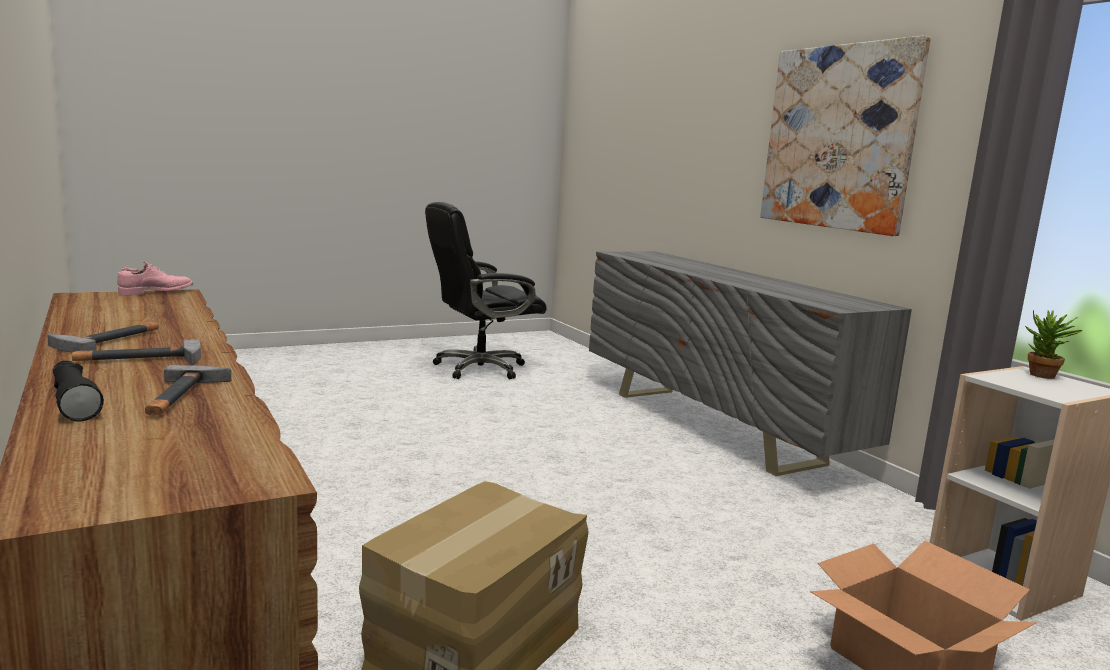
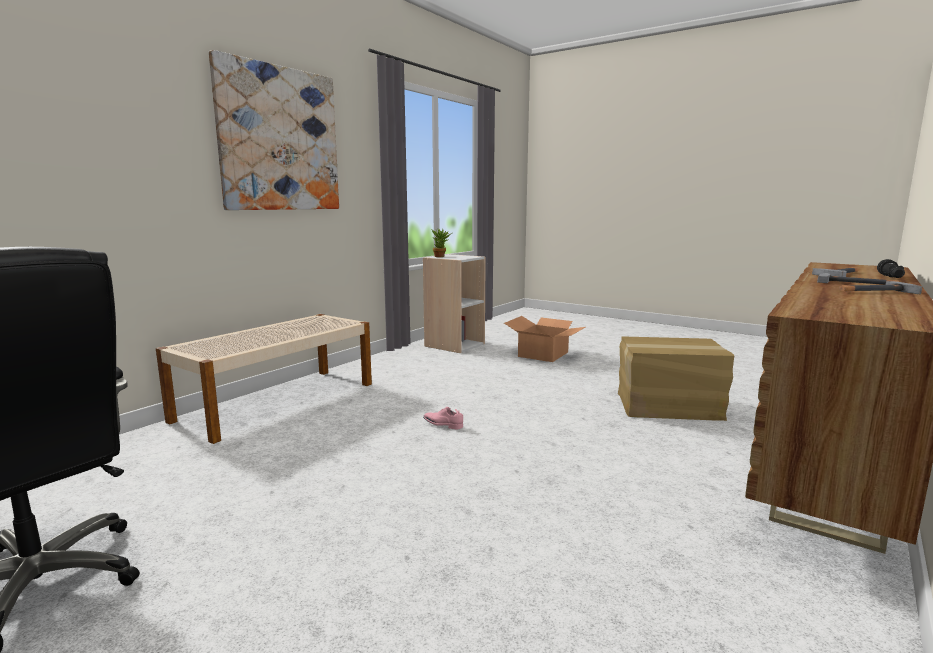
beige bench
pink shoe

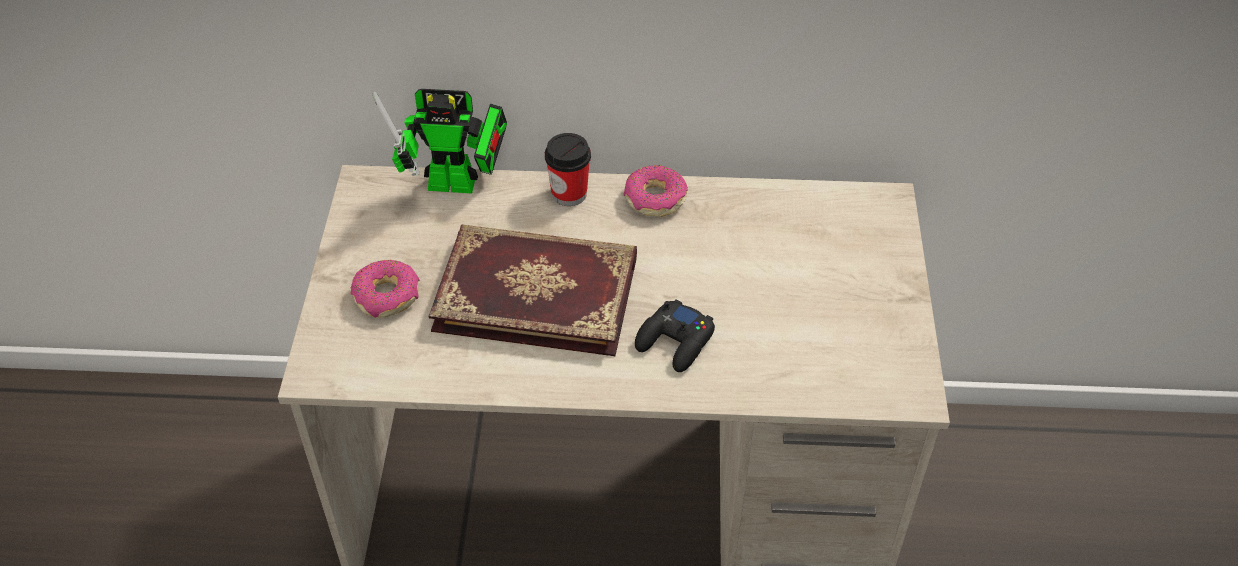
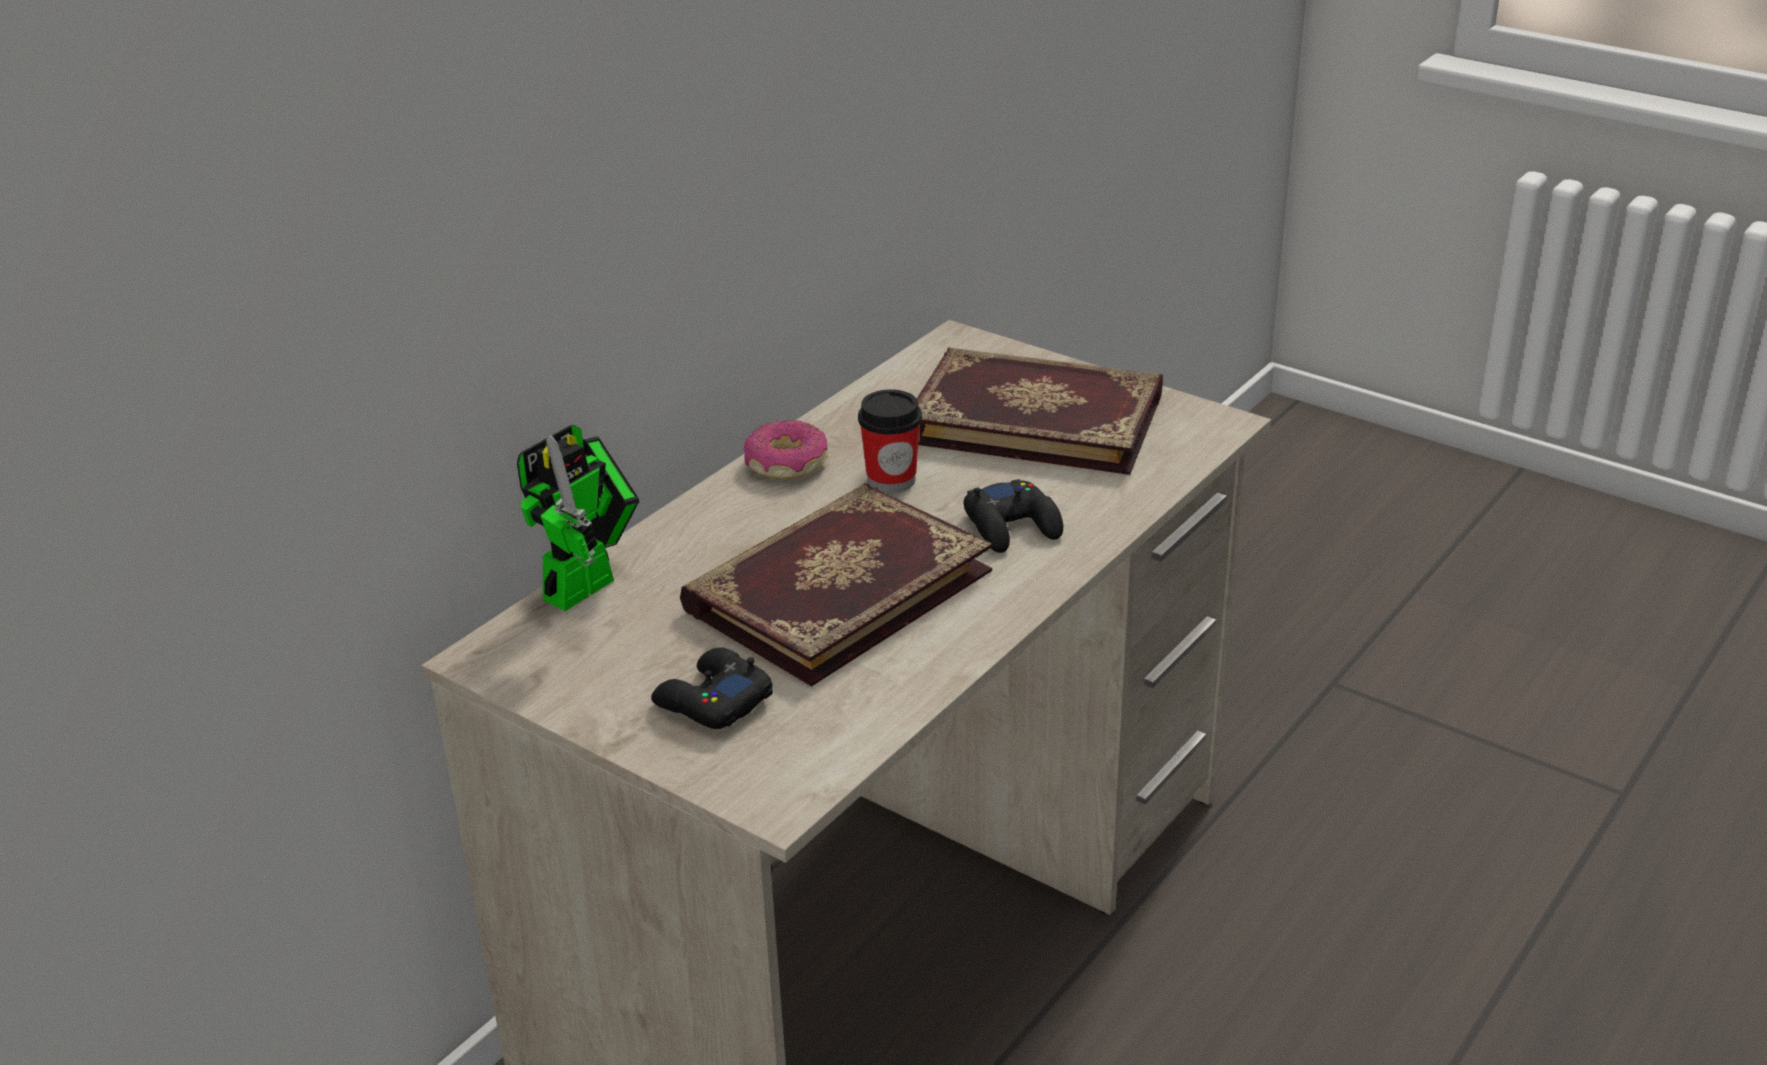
cup
black game controller (1st from left)
book (2nd from left)

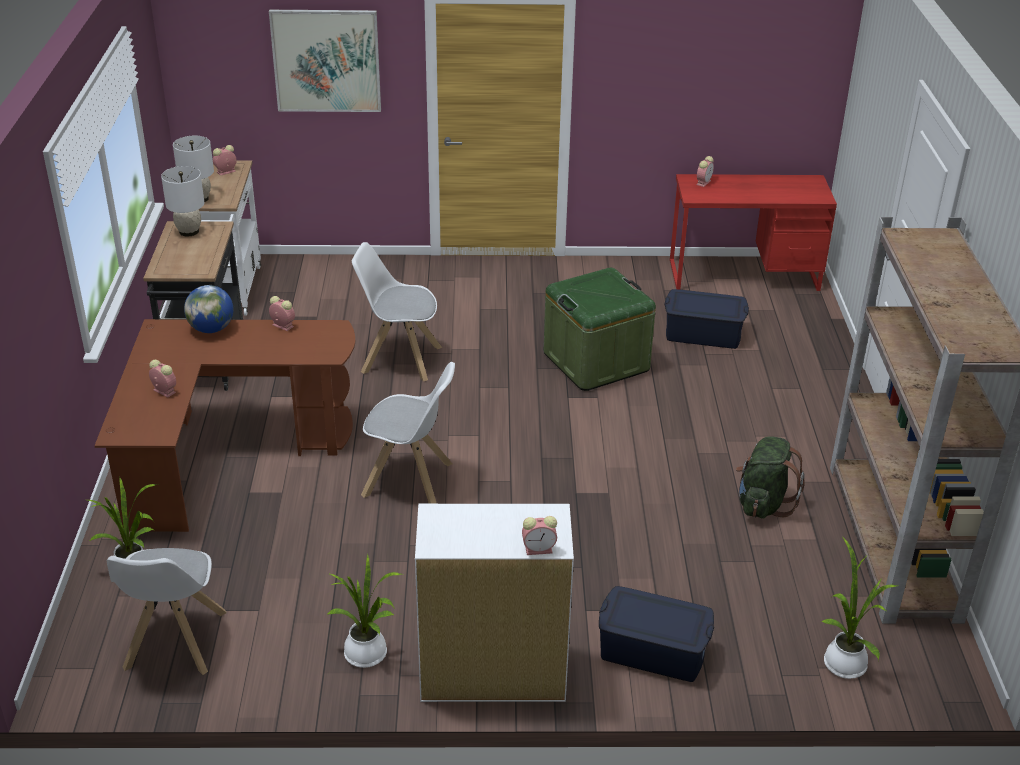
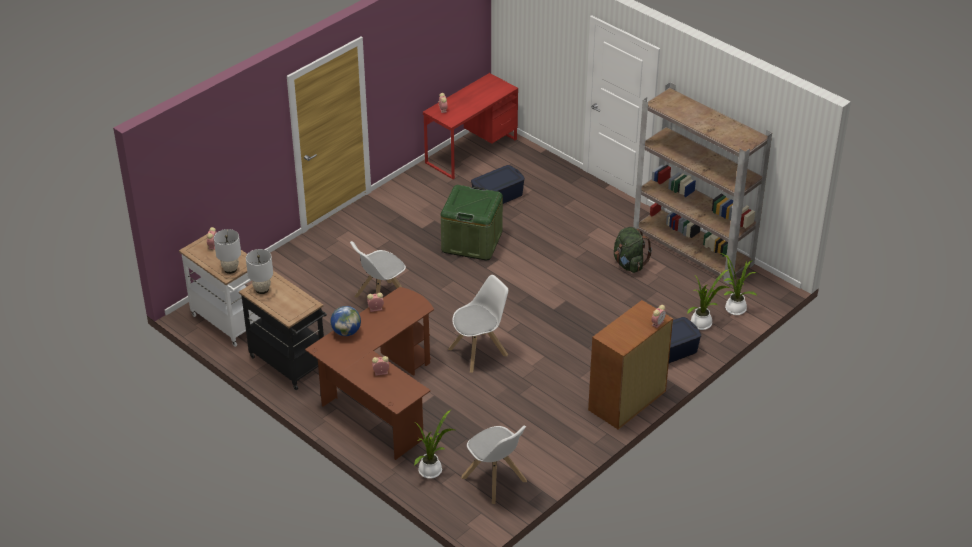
picture
brown cabinet
potted plant (2nd from left)

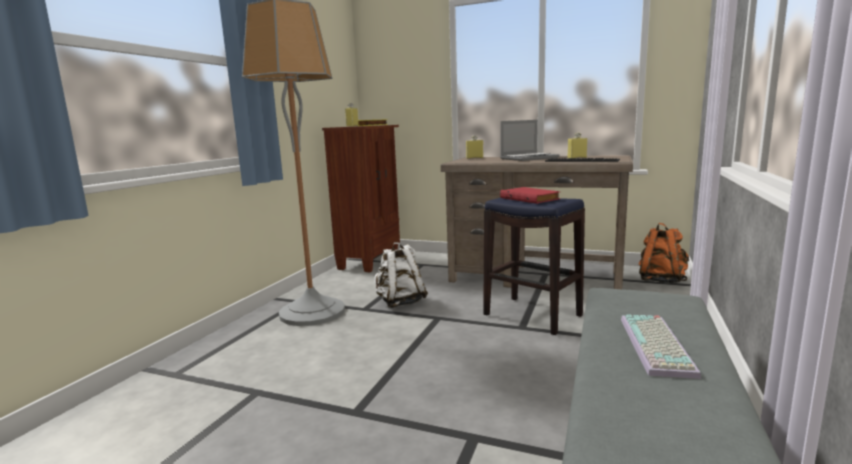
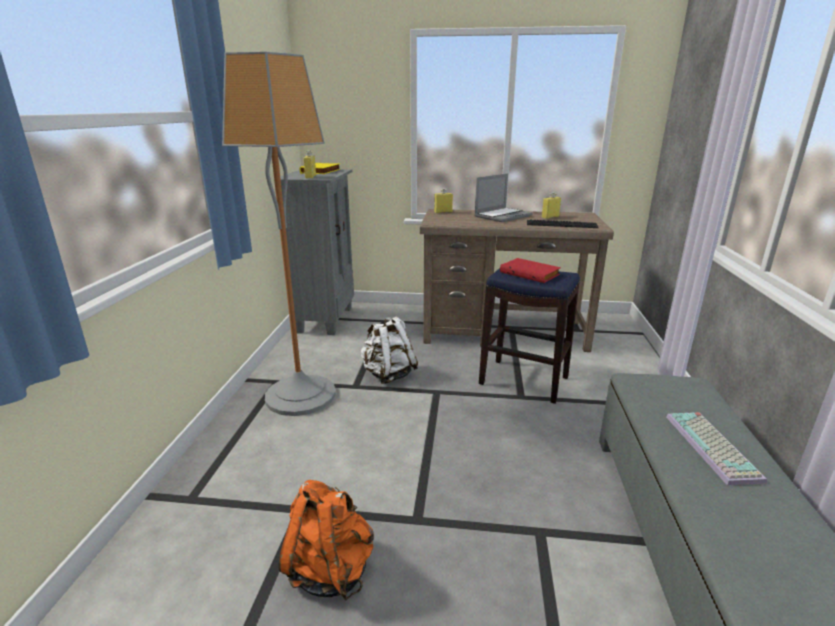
grey cabinet
orange backpack

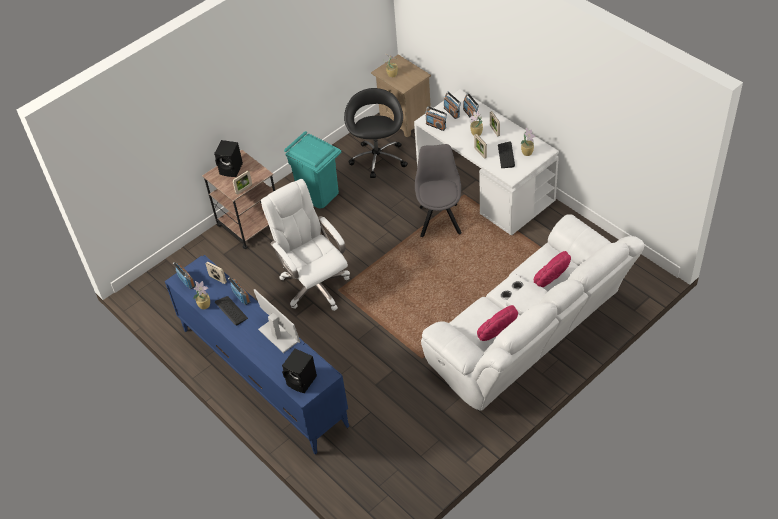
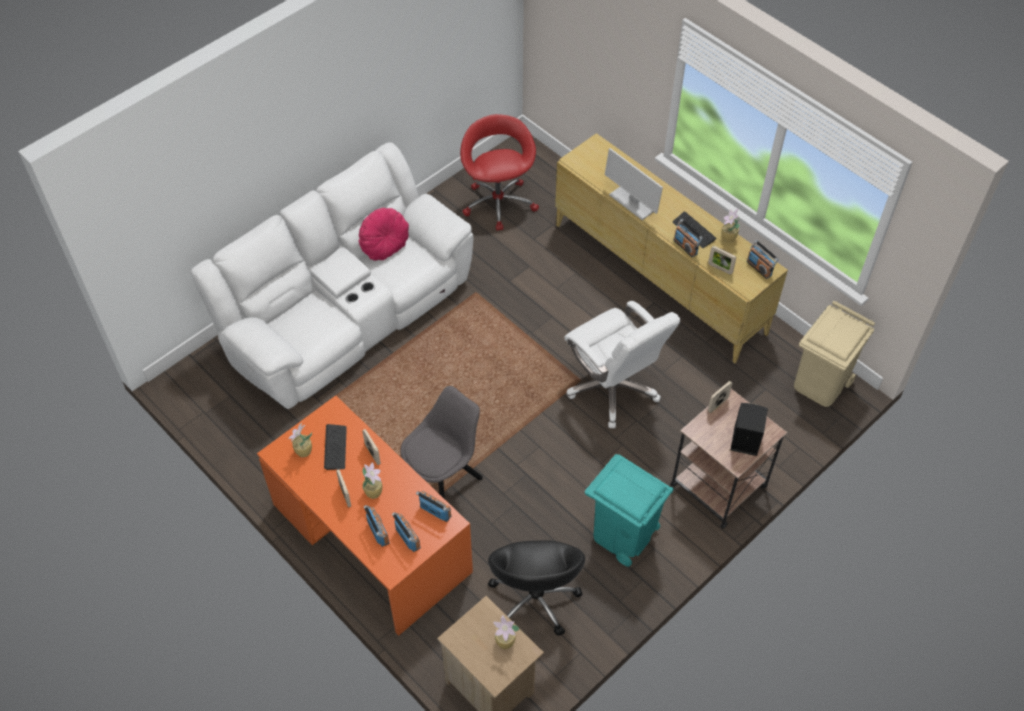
orange desk
grey chair
pink pillow (2nd from left in the first image)
beige cabinet
black speaker (2nd from left in the first image)
red office chair
beige trash can

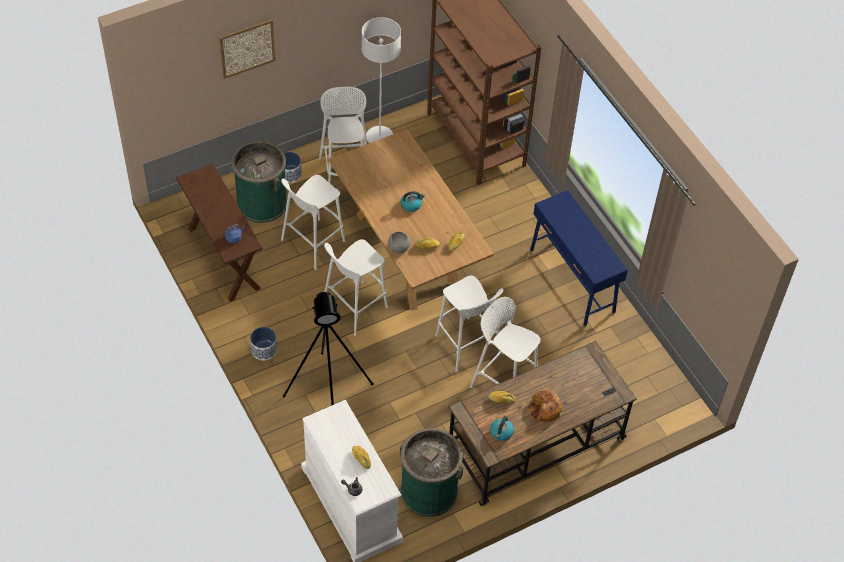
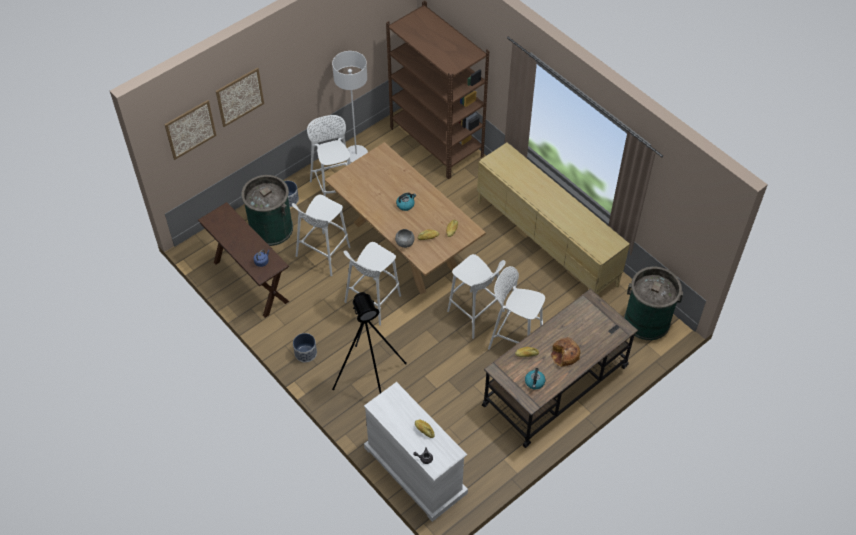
beige cabinet
green trash can (2nd from left)
picture (1st from left)

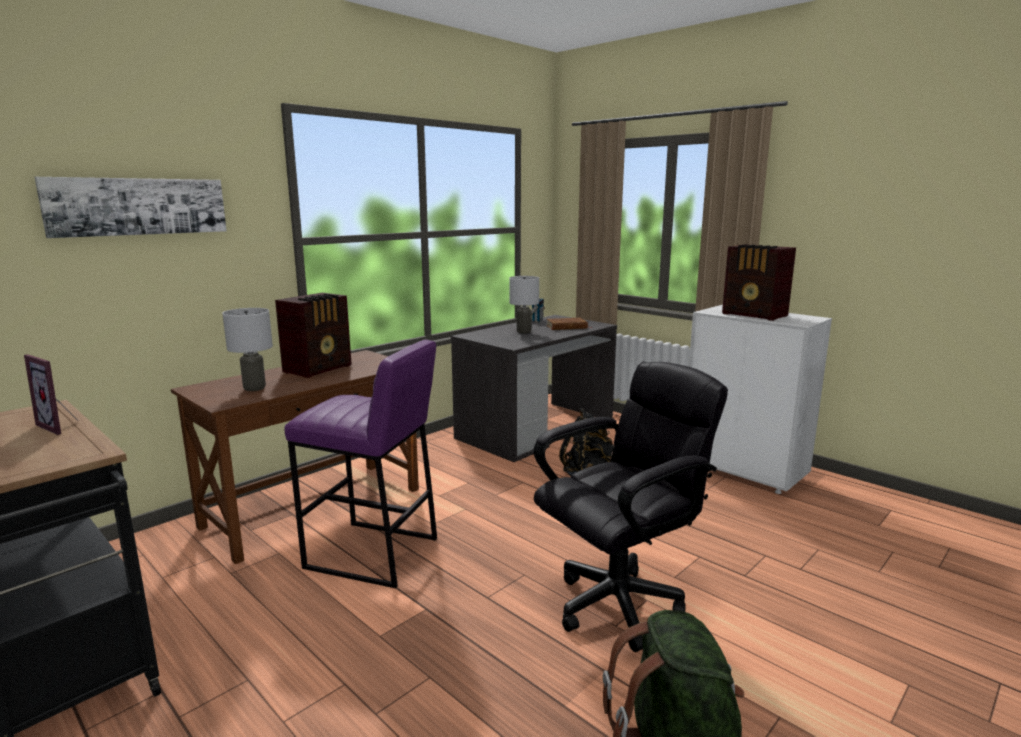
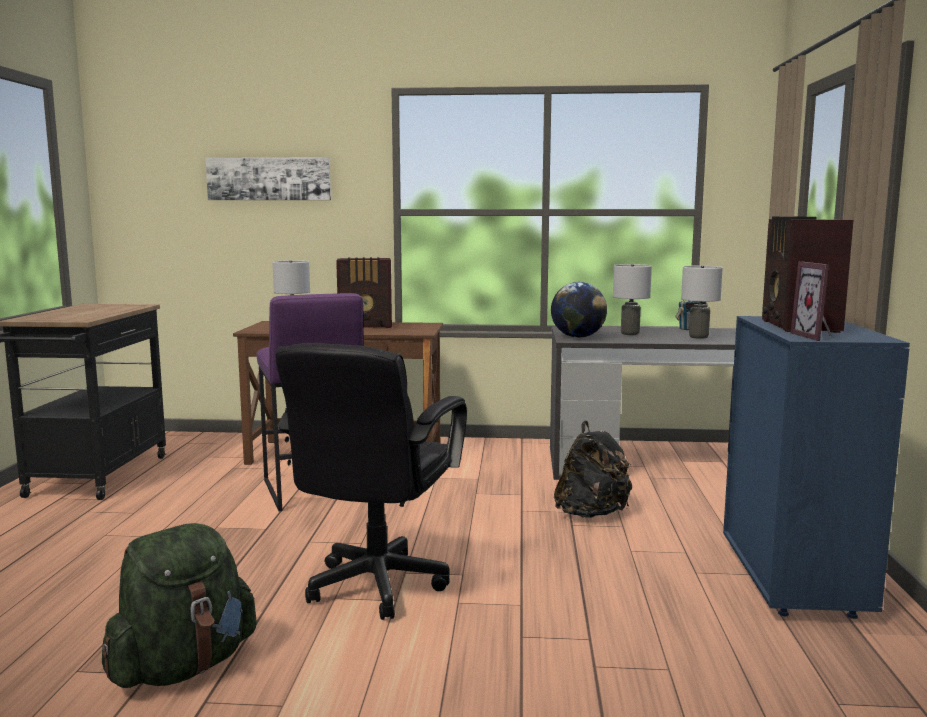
blue cabinet
white table lamp (3rd from left)
picture frame
black office chair
globe

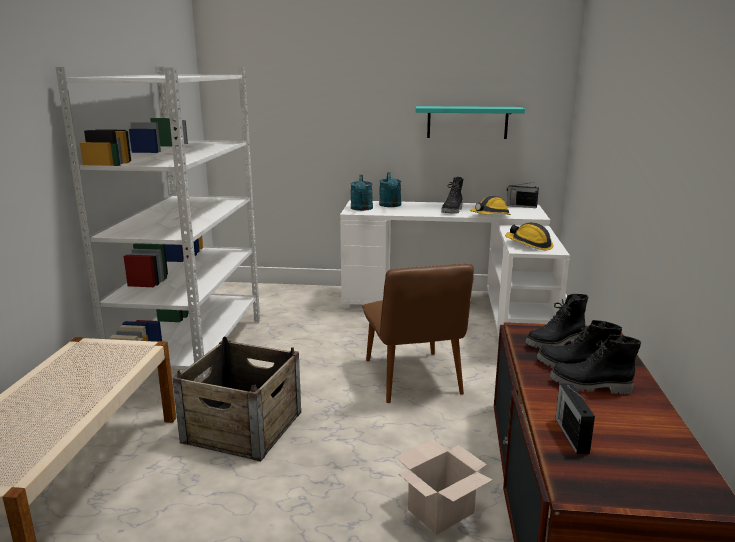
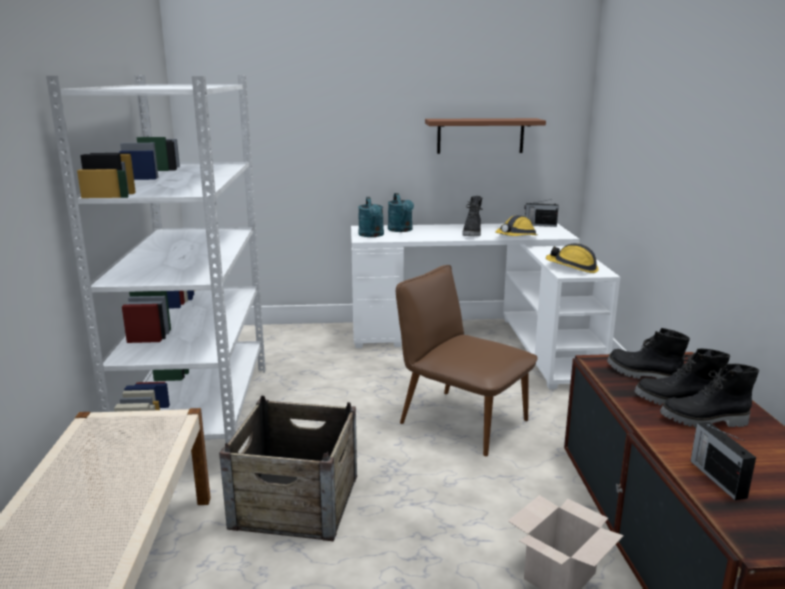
brown shelf
brown chair
black boot (2nd from left)

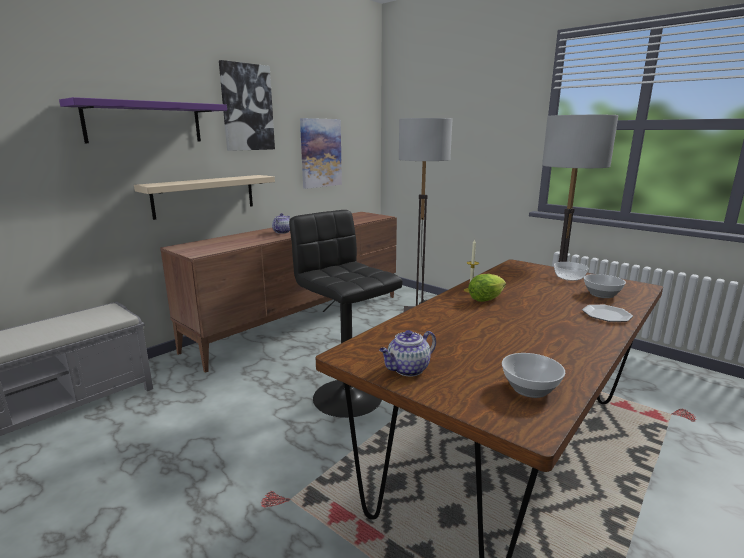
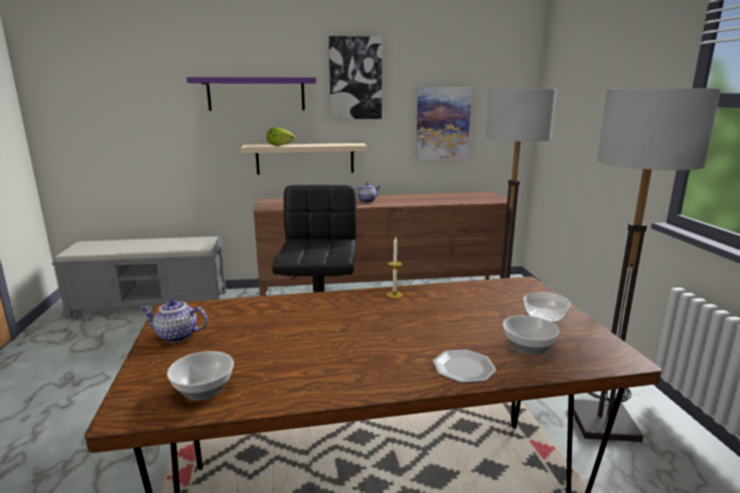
lettuce

